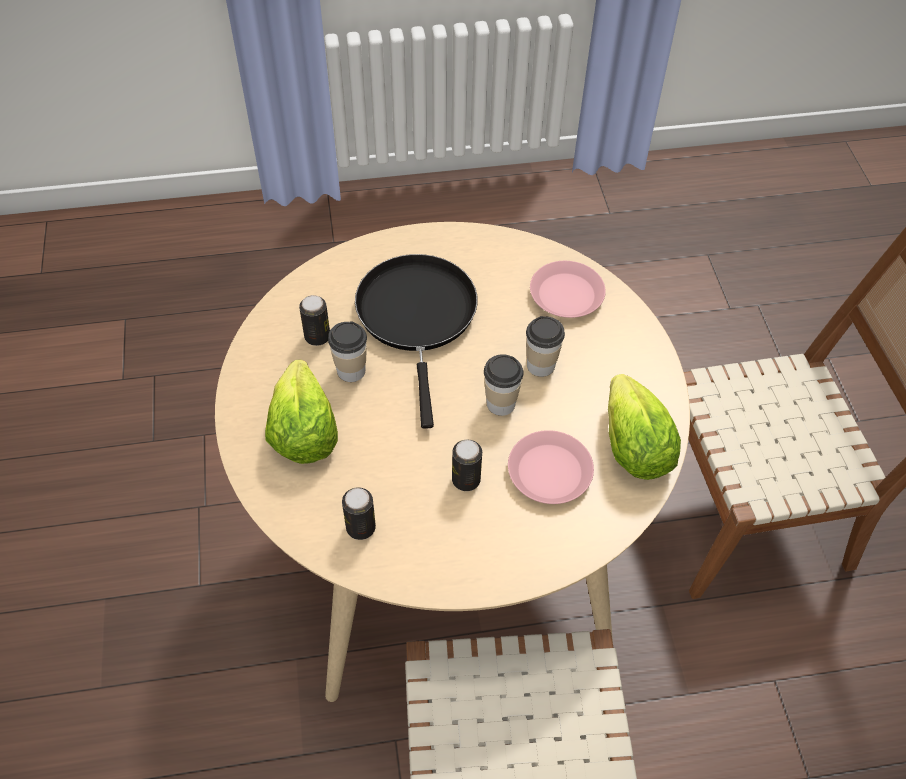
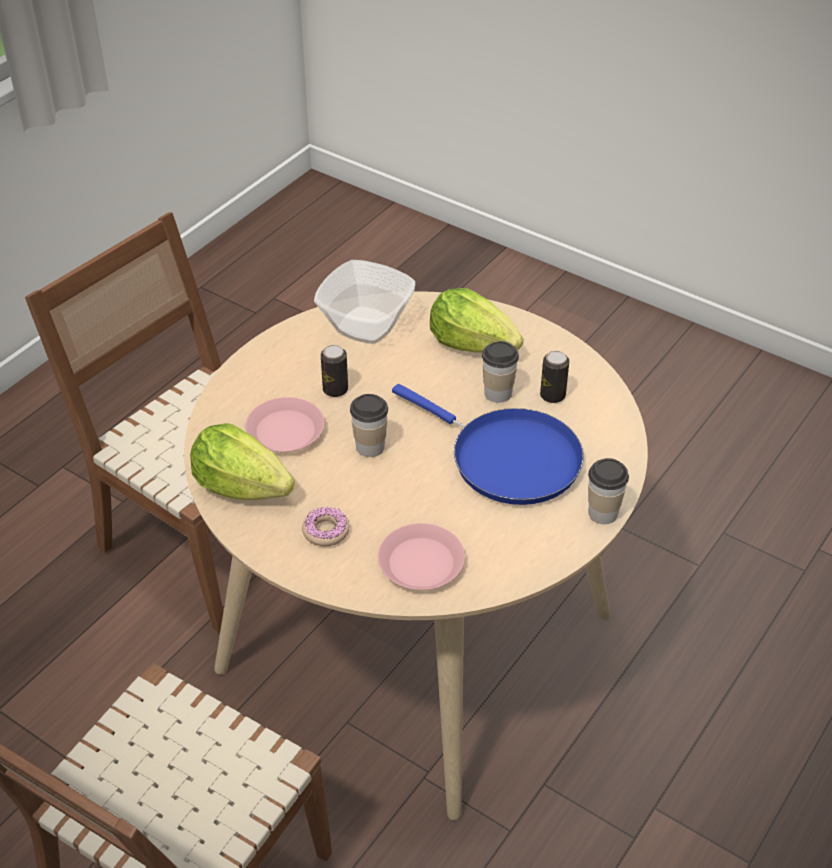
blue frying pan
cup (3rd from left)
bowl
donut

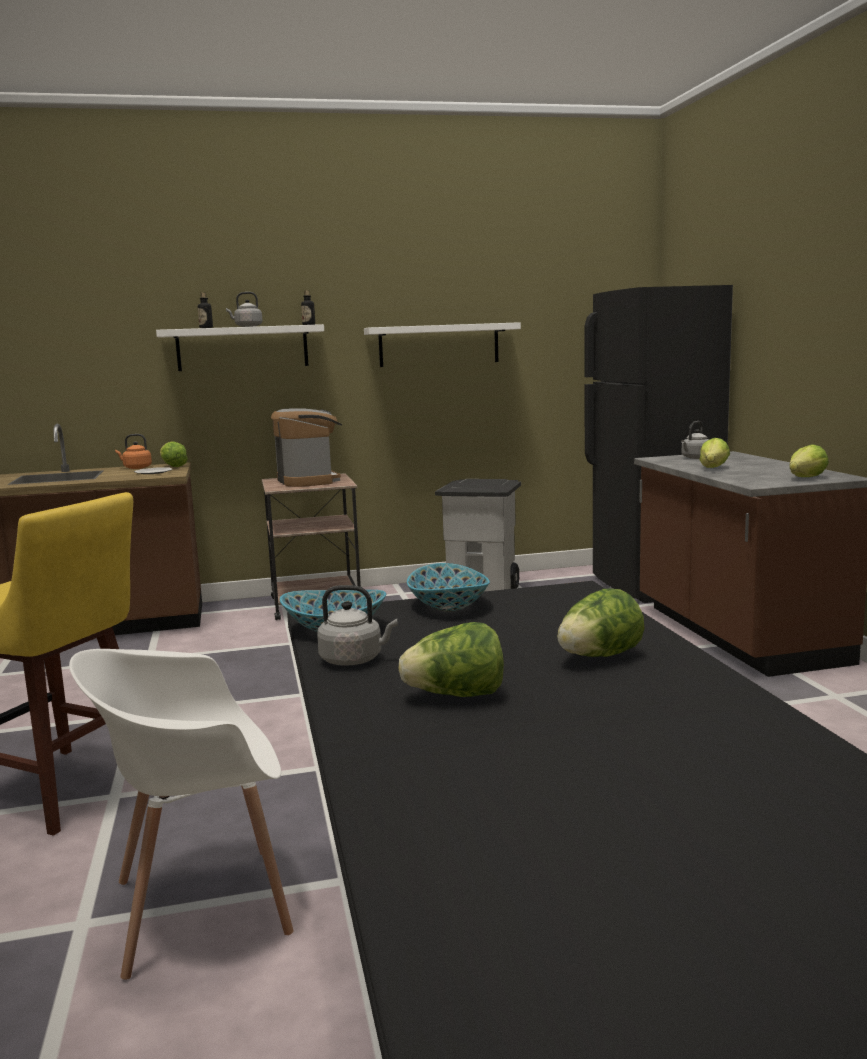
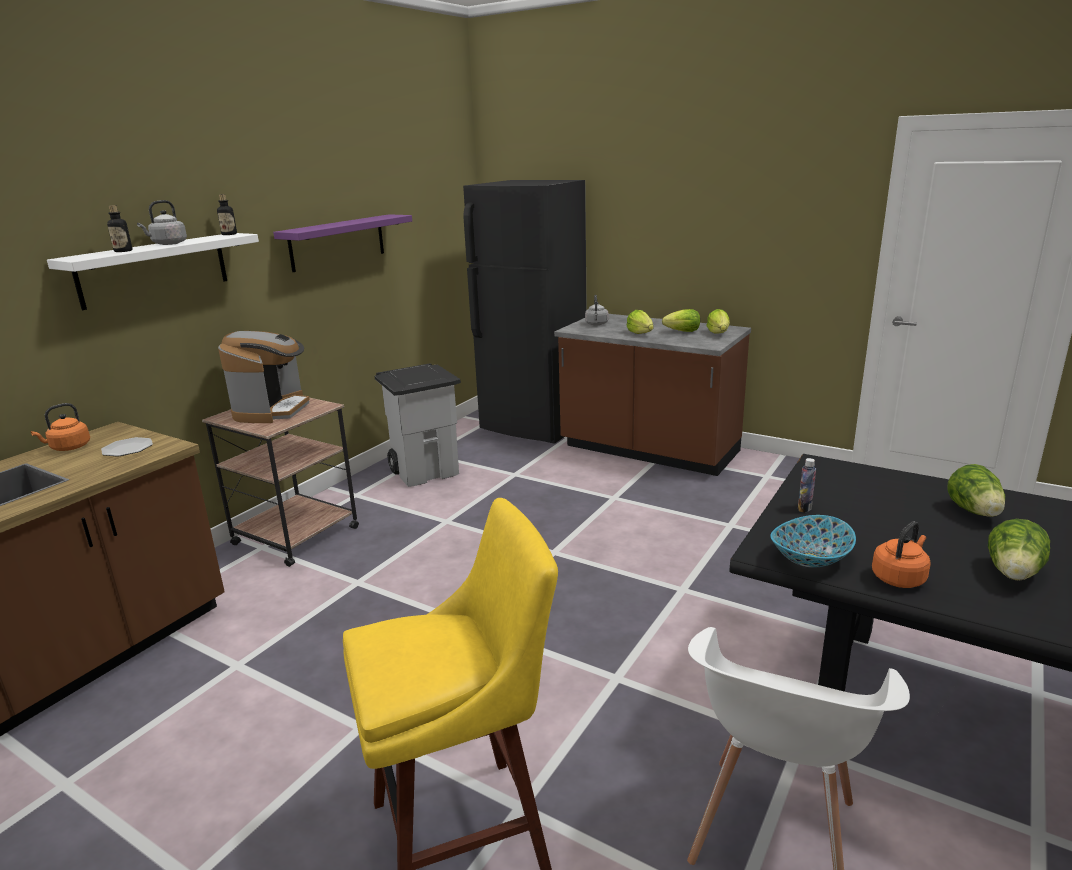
purple shelf
coffee machine
lettuce (2nd from left)
bottle (3rd from left)
orange kettle (2nd from left)

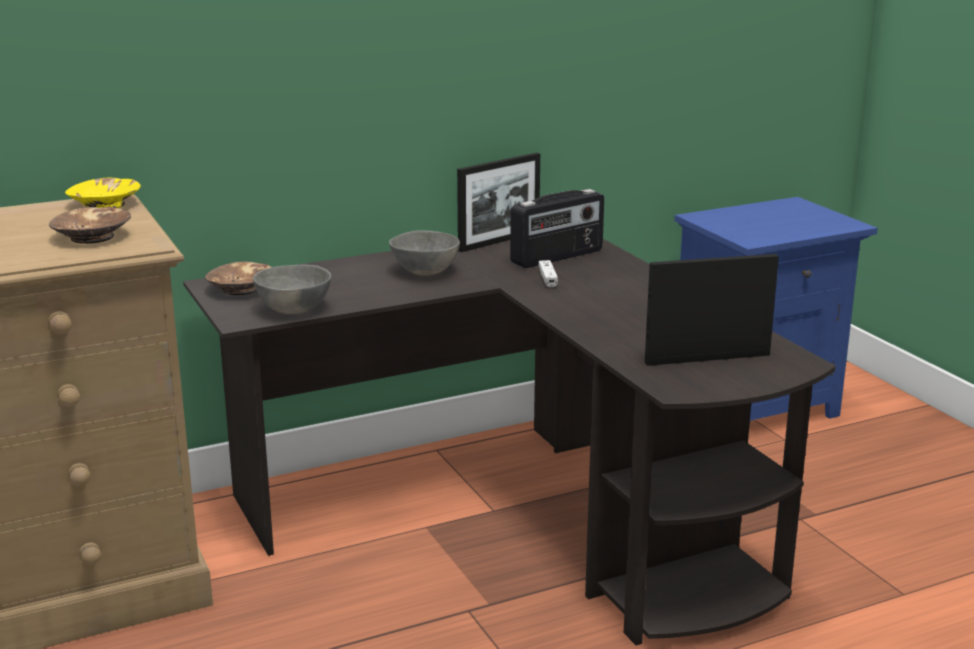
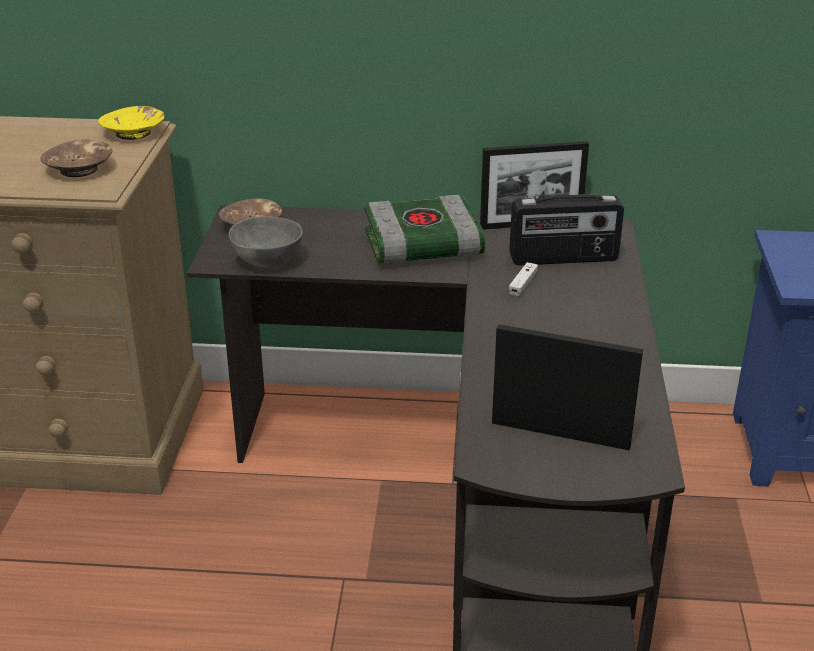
book

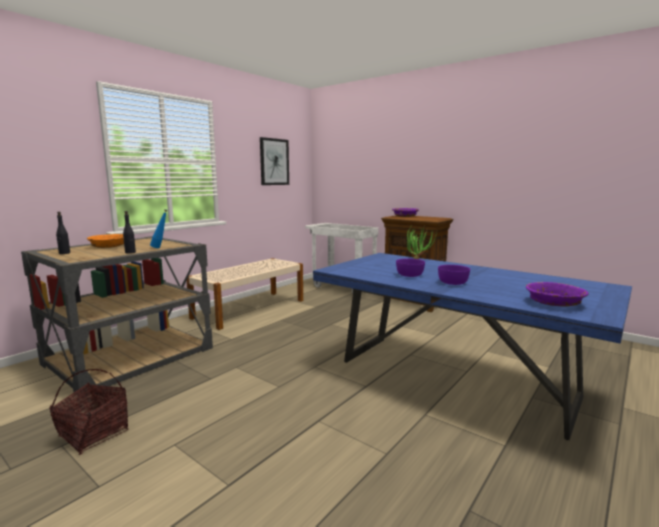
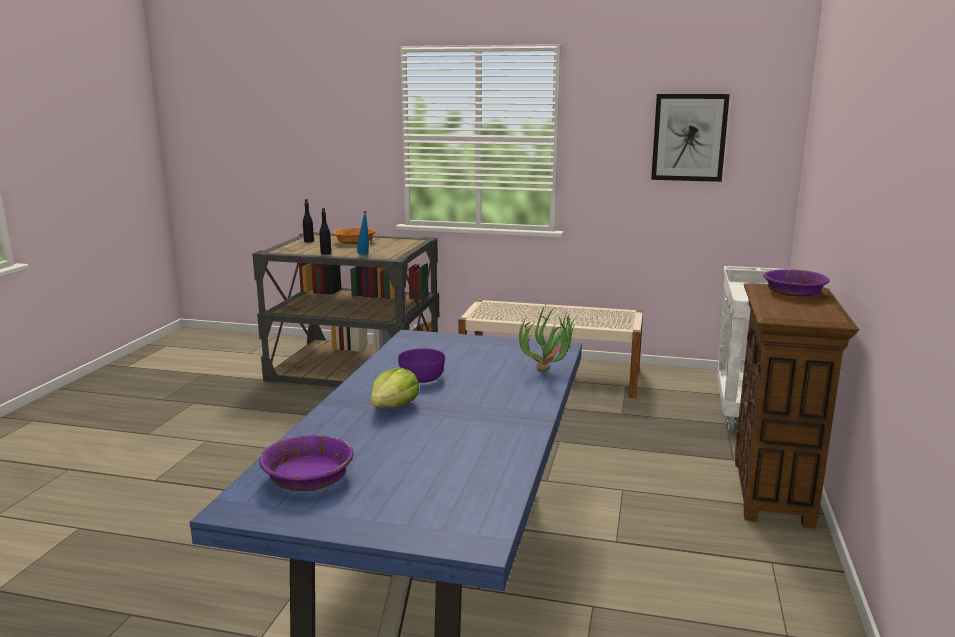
lettuce
basket

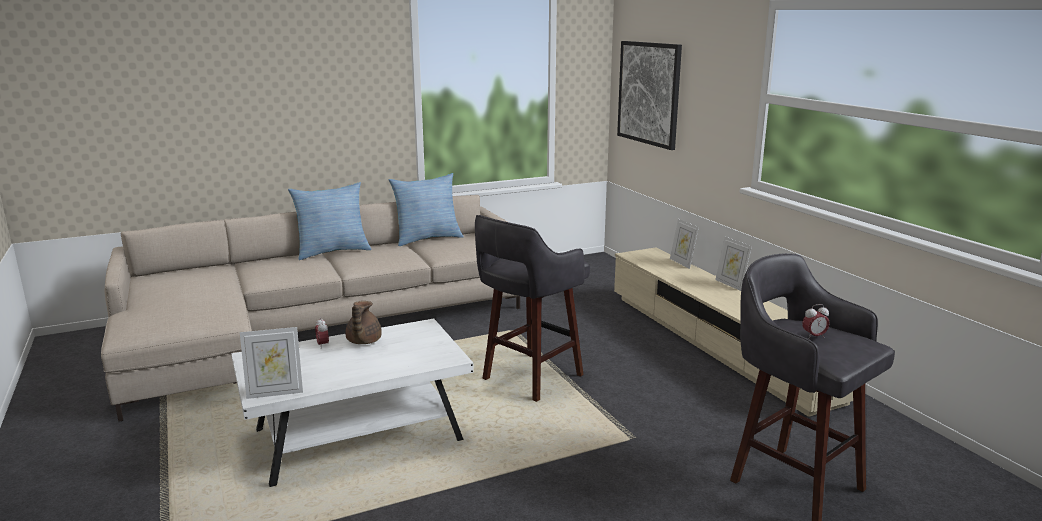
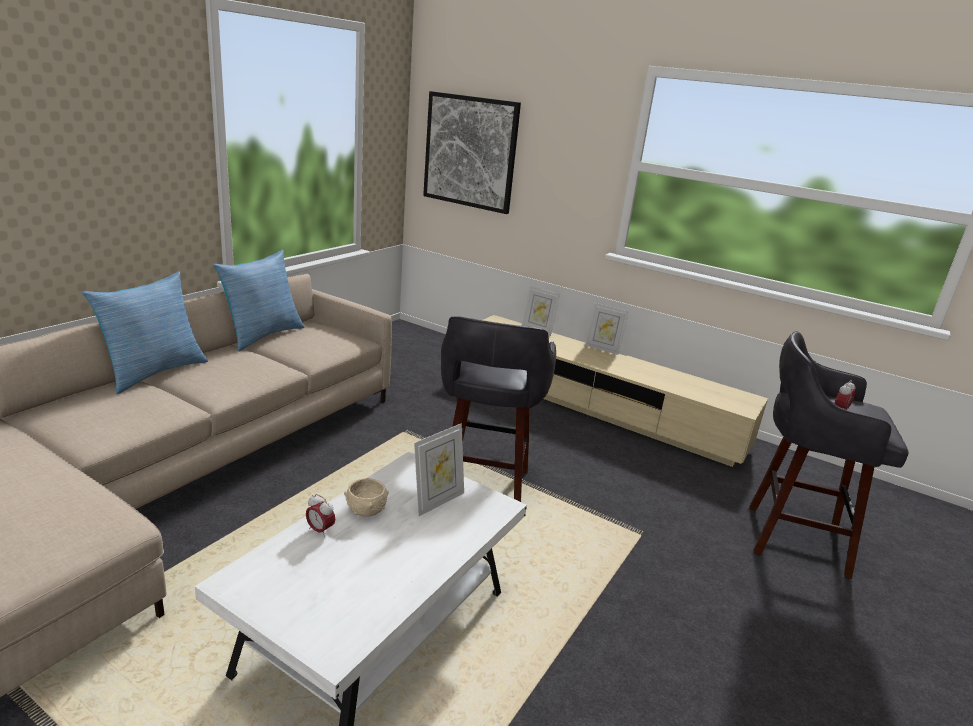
beige bowl
picture frame (1st from left)

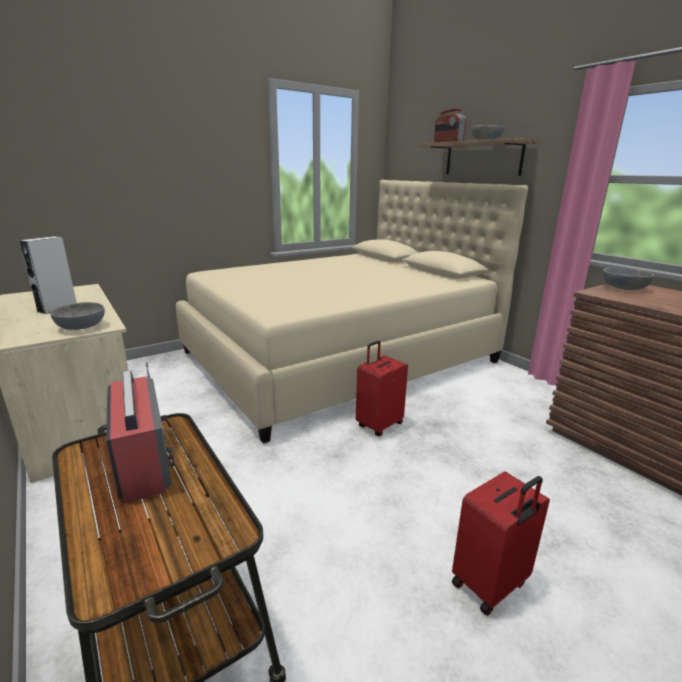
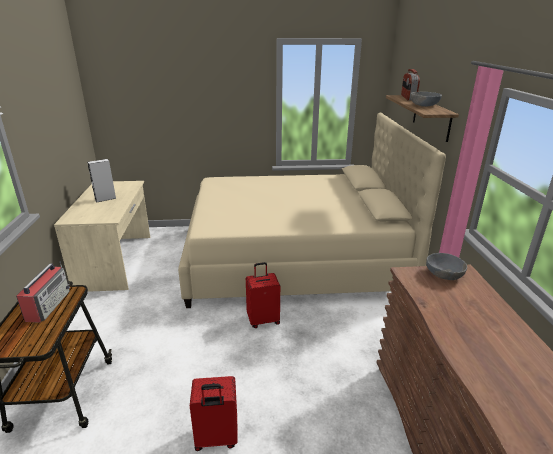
grey bowl (1st from left in the first image)

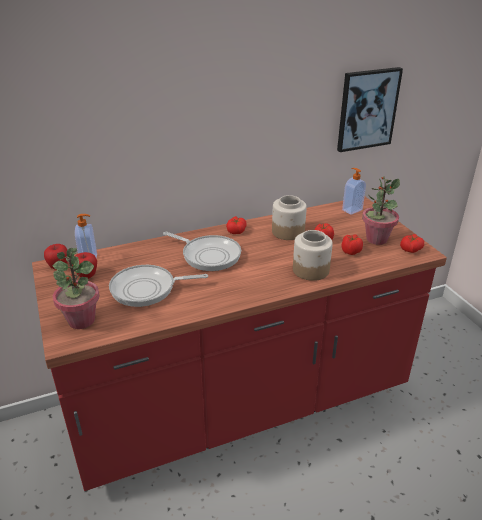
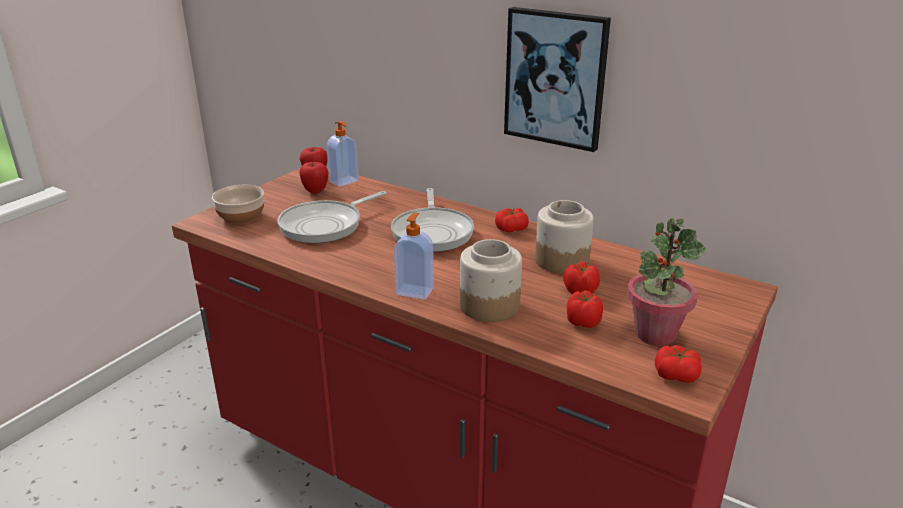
picture
soap dispenser (2nd from left)
bowl
frying pan (1st from left)

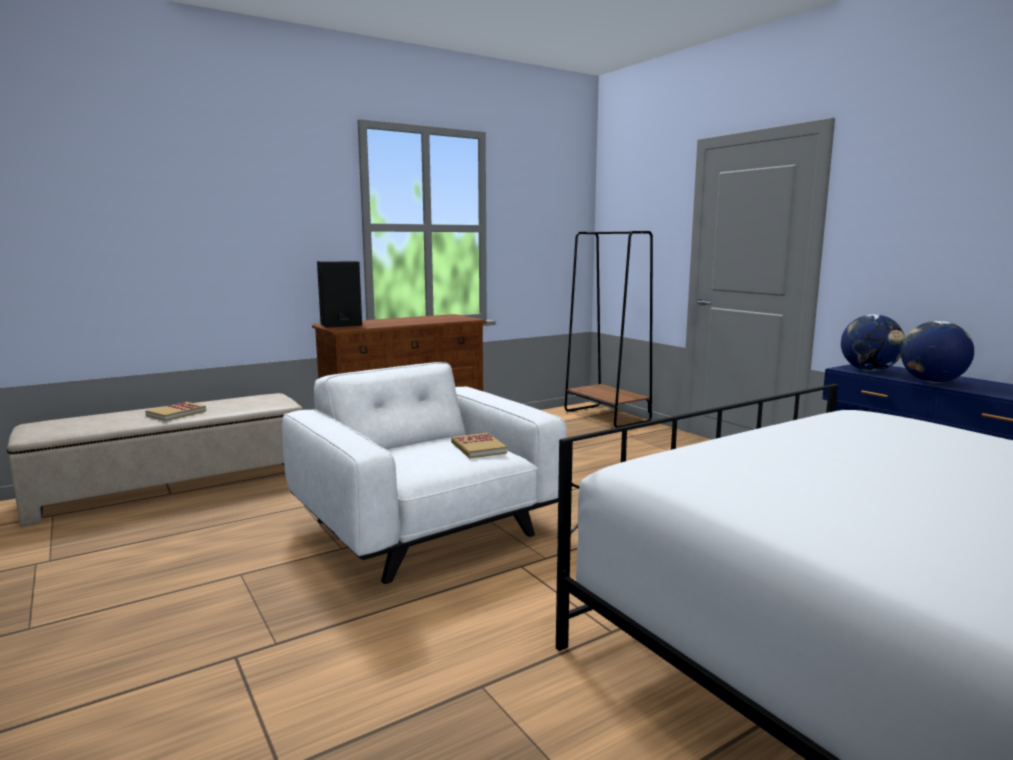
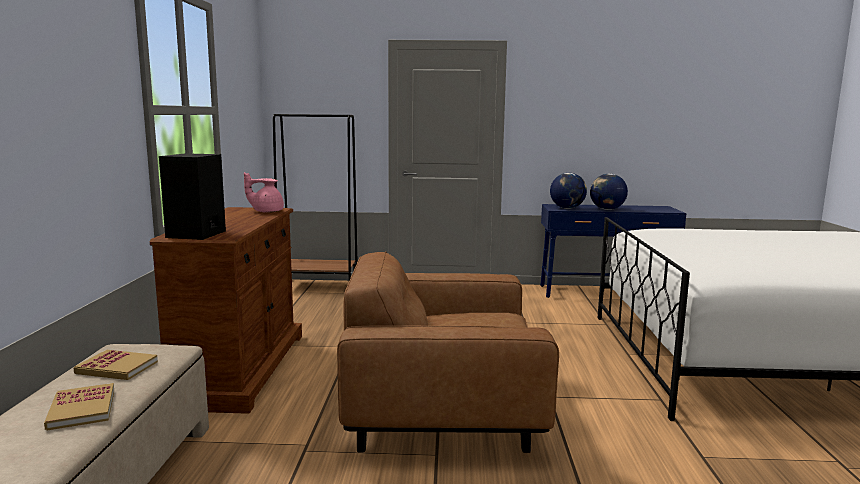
brown armchair
book (2nd from left)
pink teapot

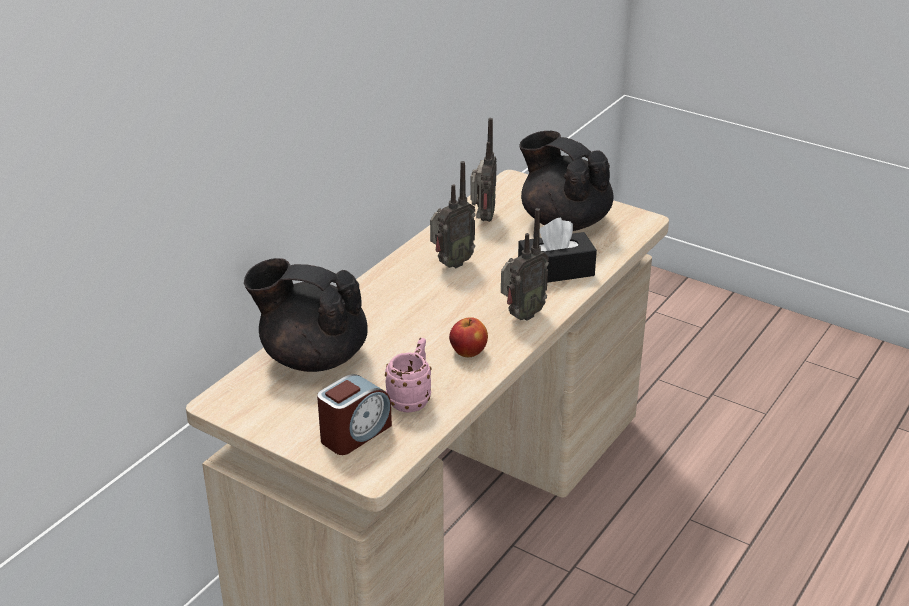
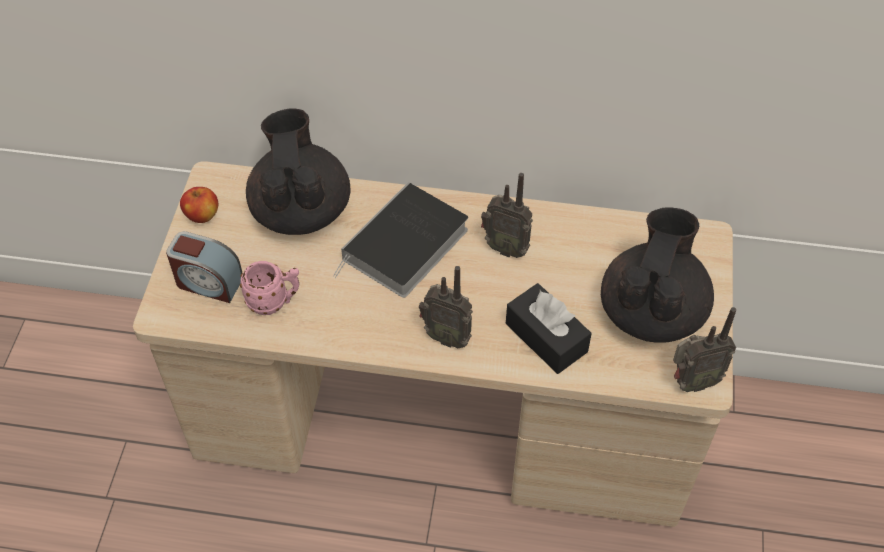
radio (3rd from left)
apple
book

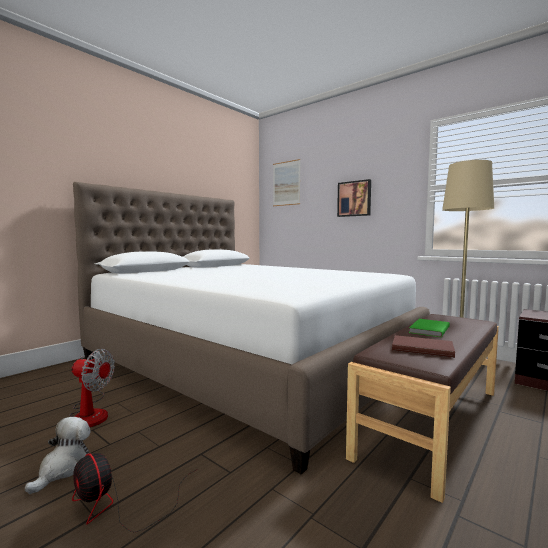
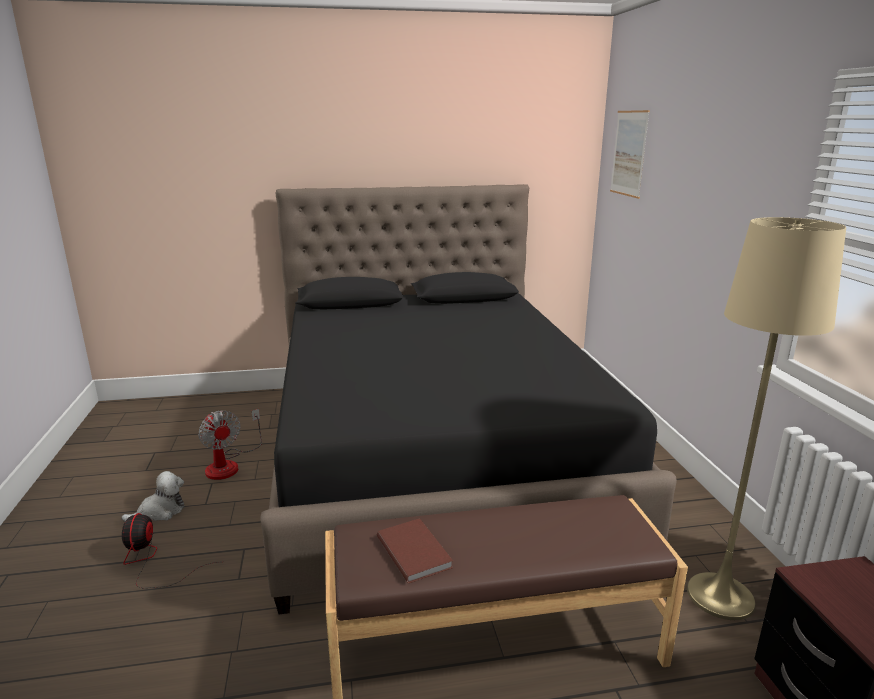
picture (2nd from left in the first image)
black bed
green book

